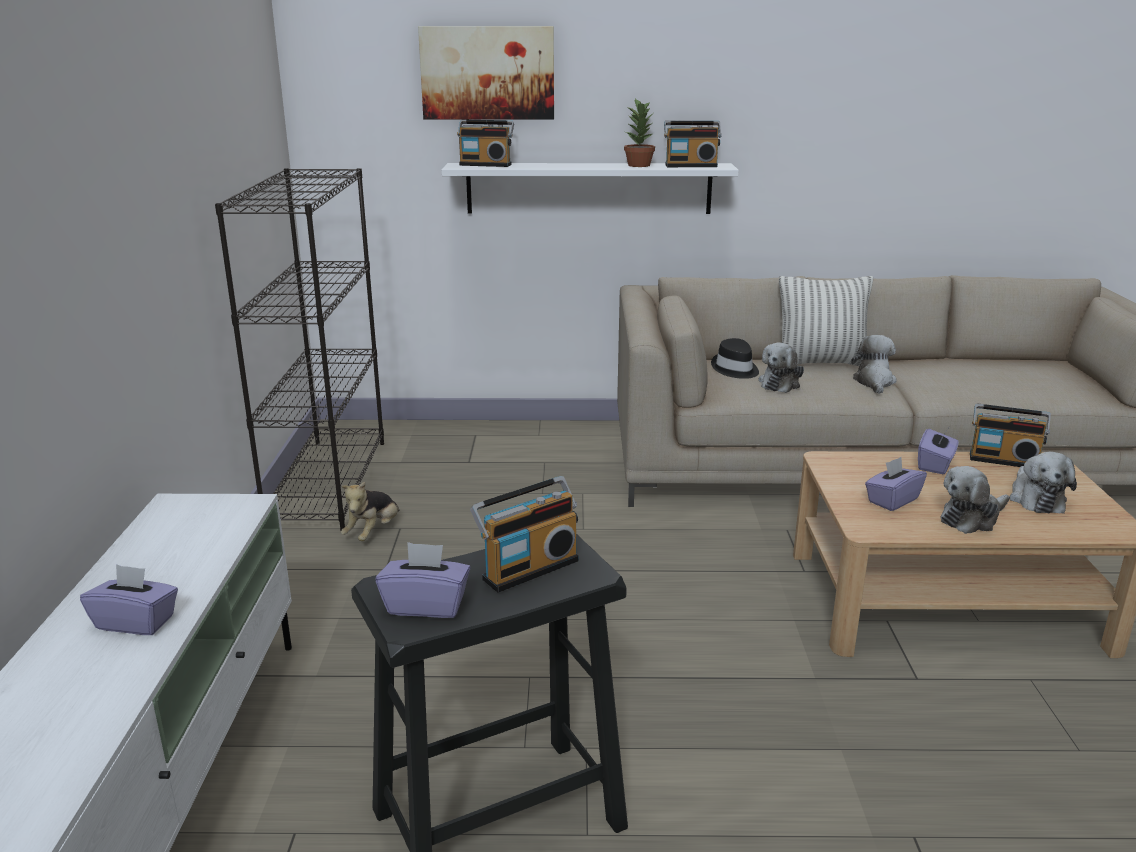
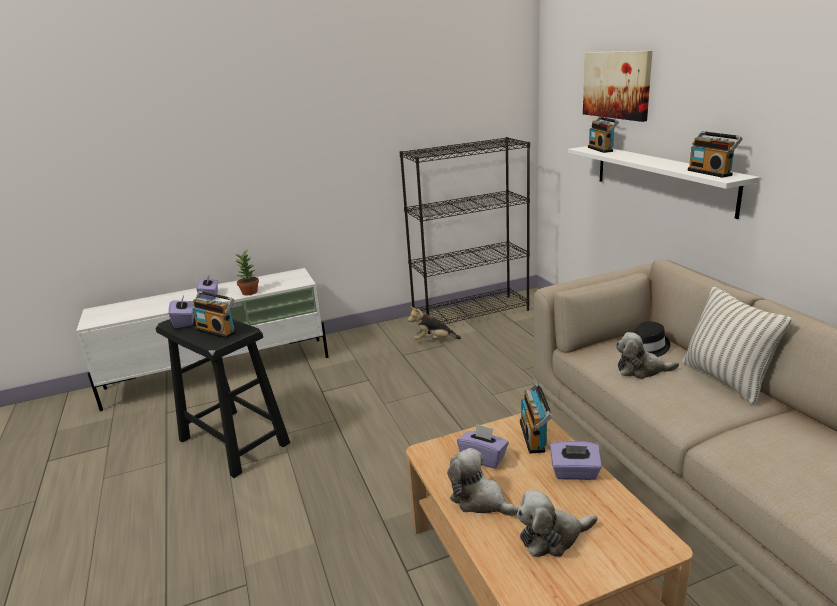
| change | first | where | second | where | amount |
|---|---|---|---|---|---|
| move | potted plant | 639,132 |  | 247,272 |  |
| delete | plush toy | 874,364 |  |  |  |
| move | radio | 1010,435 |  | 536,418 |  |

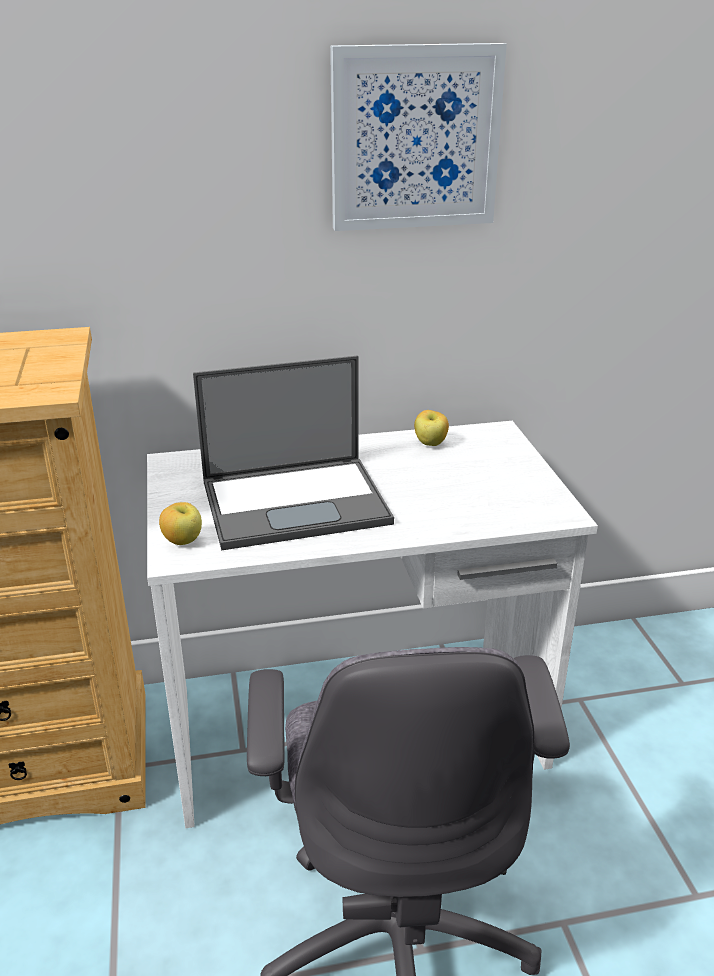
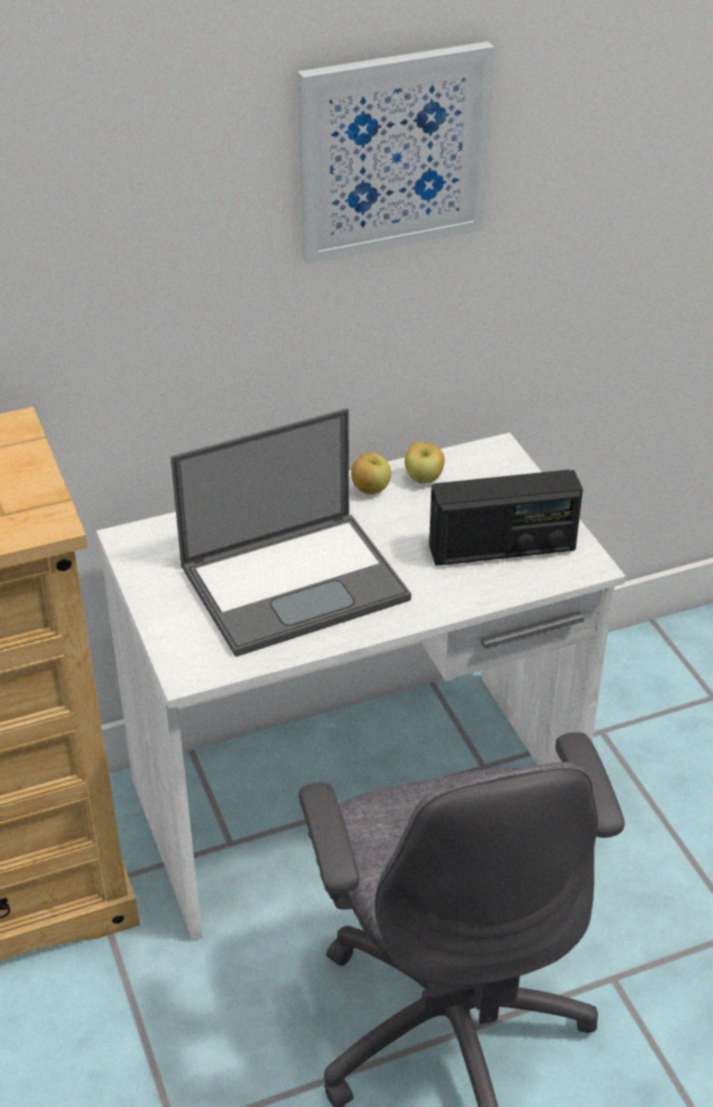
| change | first | where | second | where | amount |
|---|---|---|---|---|---|
| move | apple | 180,523 |  | 371,473 |  |
| insert |  |  | radio | 506,518 |  |

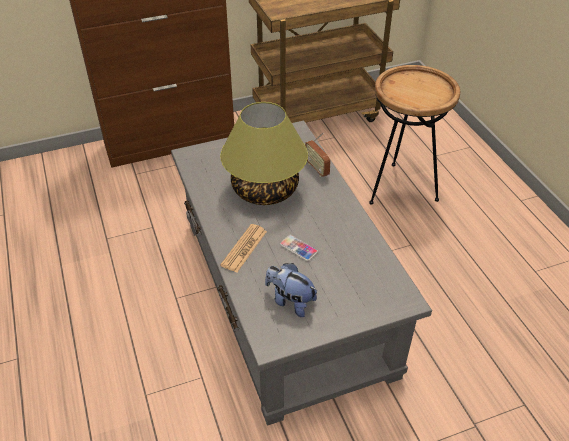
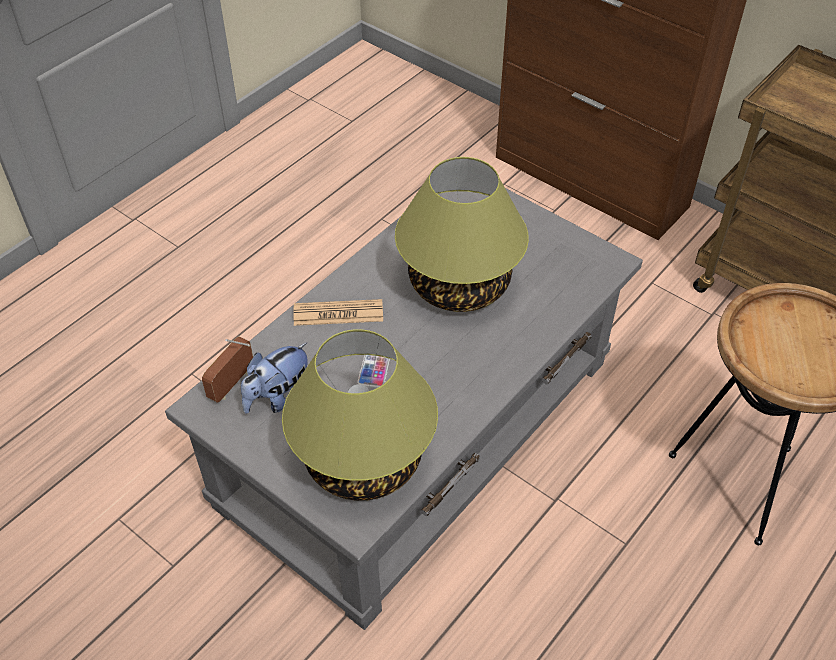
| change | first | where | second | where | amount |
|---|---|---|---|---|---|
| rotate | plush toy | 291,290 |  | 274,378 | 135 degrees counterclockwise |
| move | radio | 318,155 |  | 227,369 |  |
| insert |  |  | table lamp | 360,415 |  |

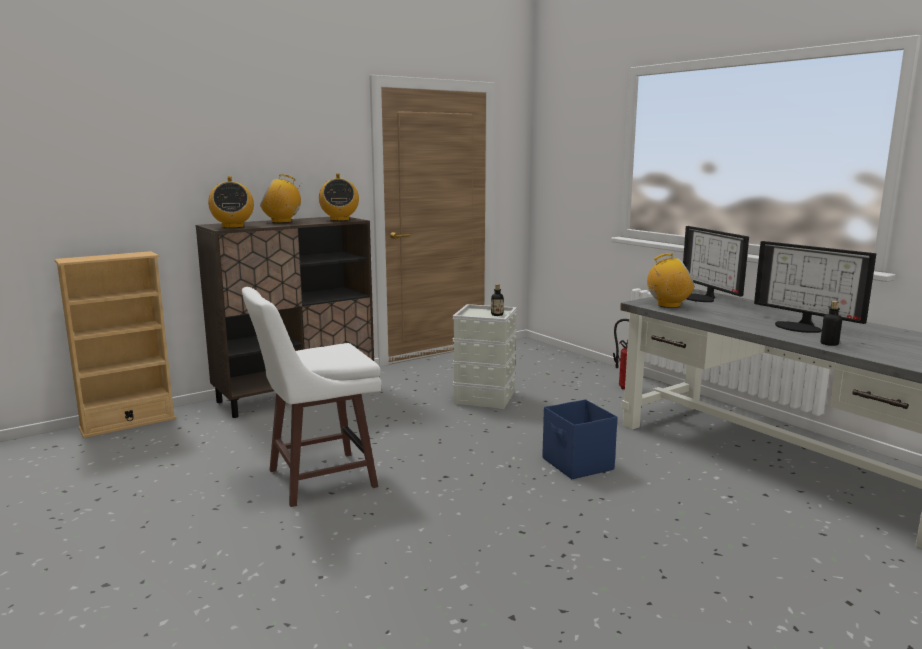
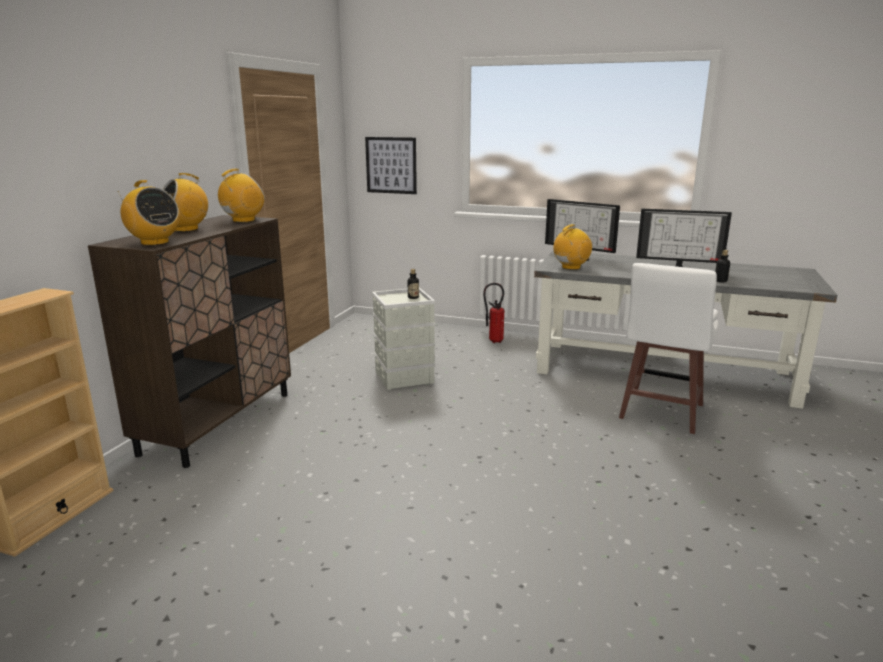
| change | first | where | second | where | amount |
|---|---|---|---|---|---|
| move | white stool | 312,397 |  | 669,348 |  |
| rotate | radio | 339,197 |  | 241,195 | 90 degrees counterclockwise |
| delete | blue storage box | 579,439 |  |  |  |
| insert |  |  | picture | 391,165 |  |

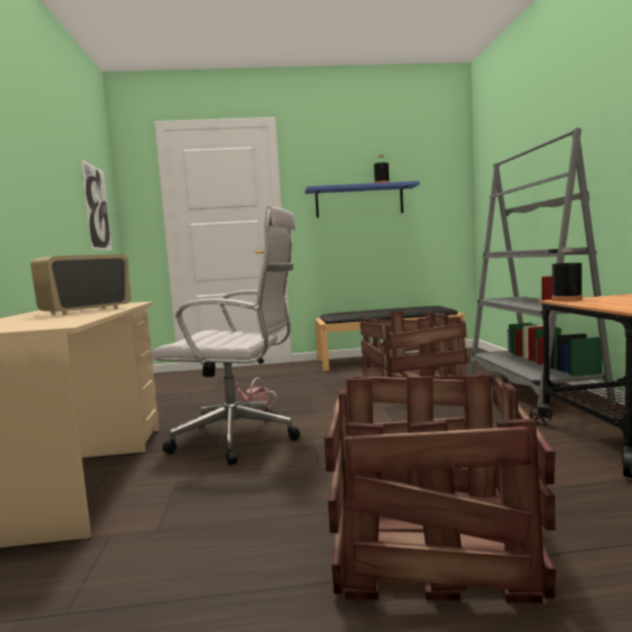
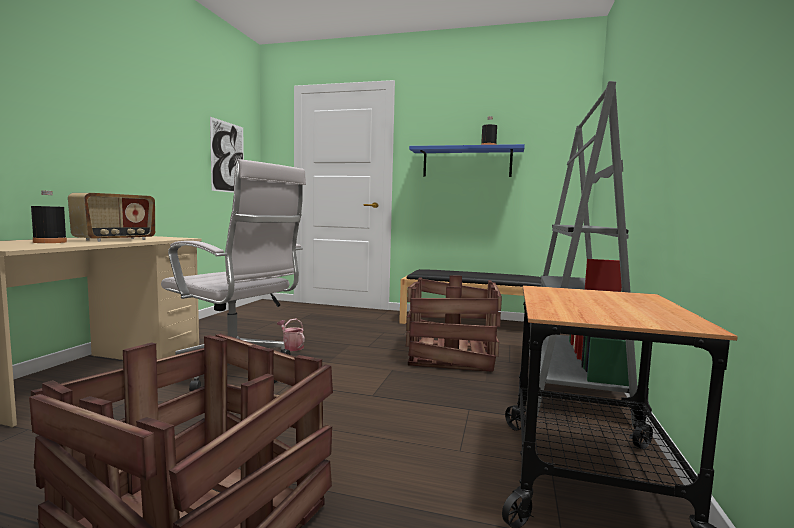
| change | first | where | second | where | amount |
|---|---|---|---|---|---|
| rotate | radio | 81,284 |  | 111,217 | 150 degrees clockwise |
| move | black bottle | 567,274 |  | 49,216 |  |

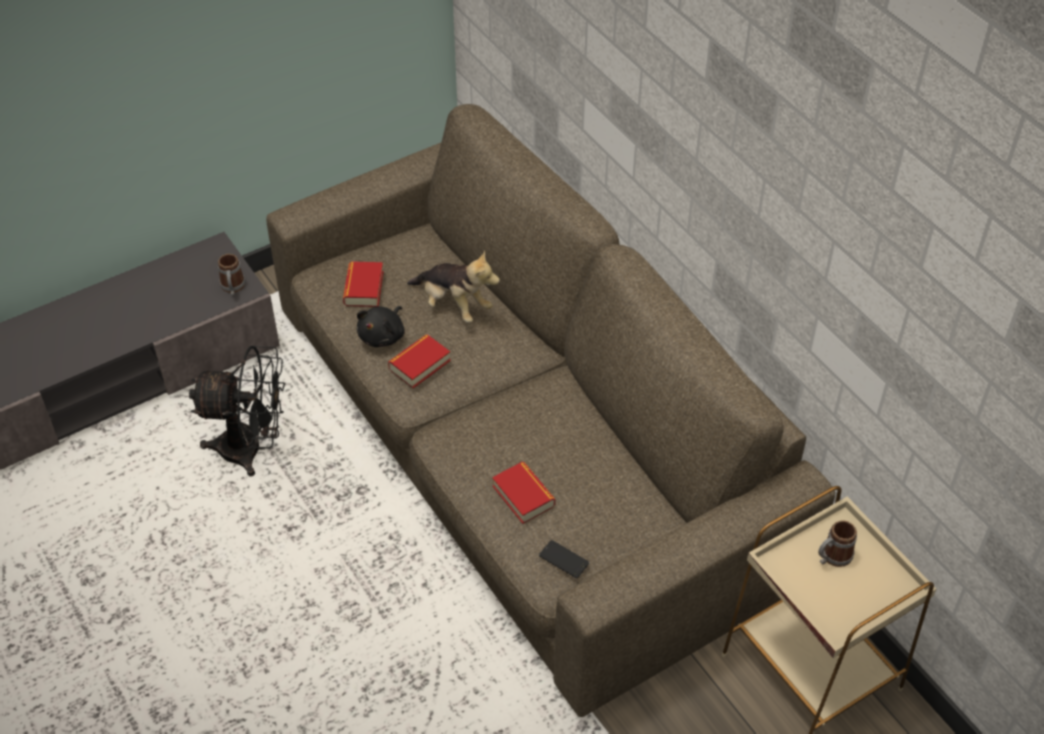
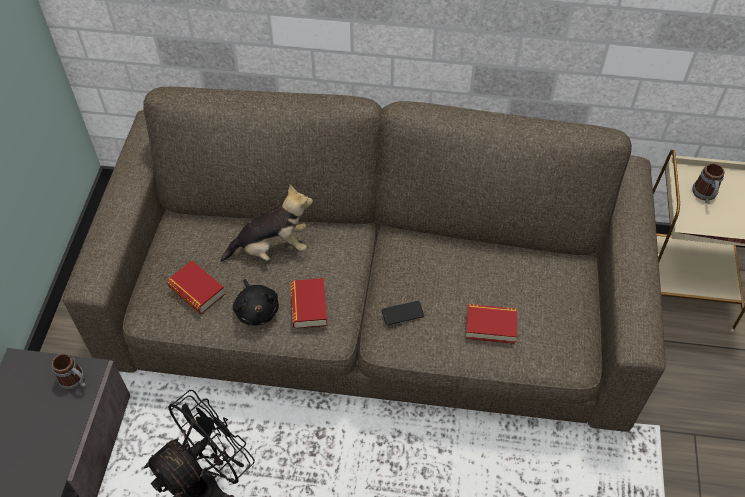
| change | first | where | second | where | amount |
|---|---|---|---|---|---|
| move | phone | 564,559 |  | 402,313 |  |

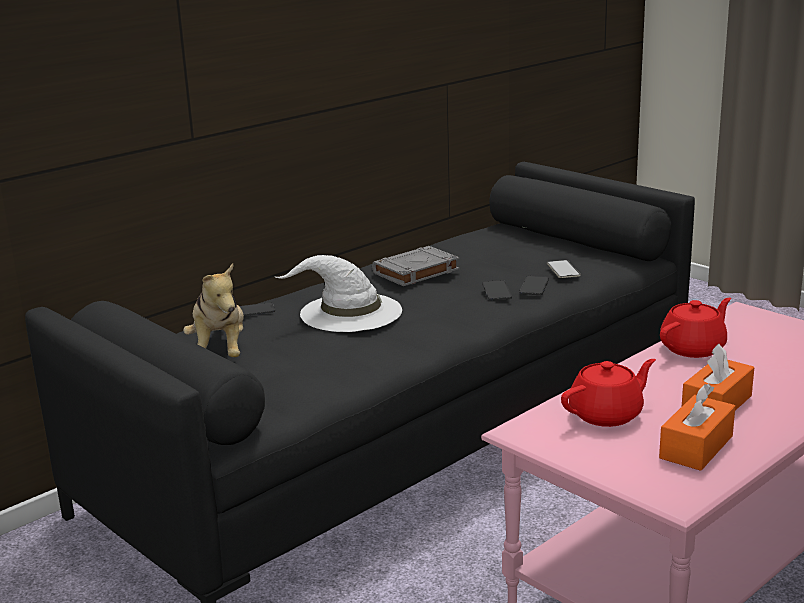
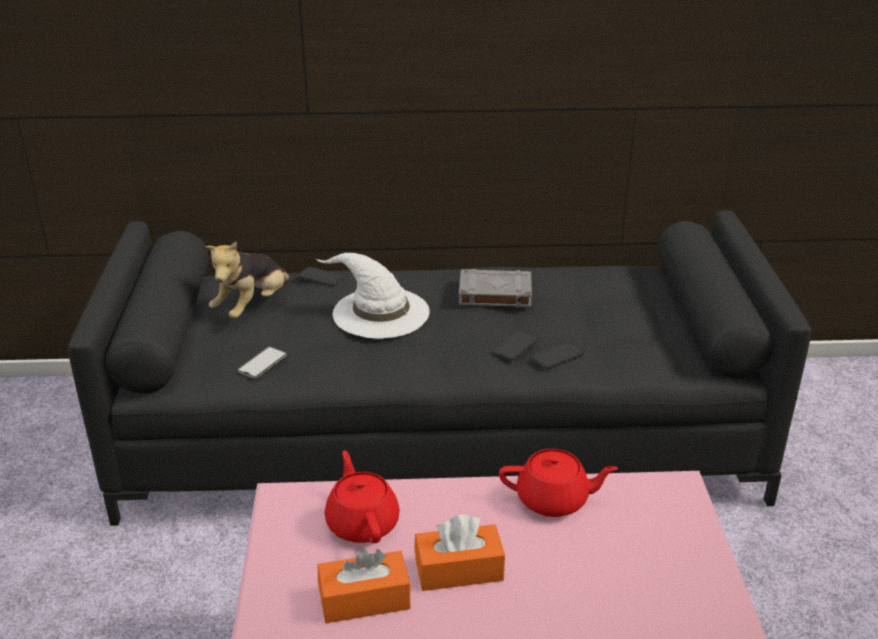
| change | first | where | second | where | amount |
|---|---|---|---|---|---|
| move | phone | 564,269 |  | 262,362 |  |
| rotate | red teapot | 608,393 |  | 362,496 | 120 degrees counterclockwise |

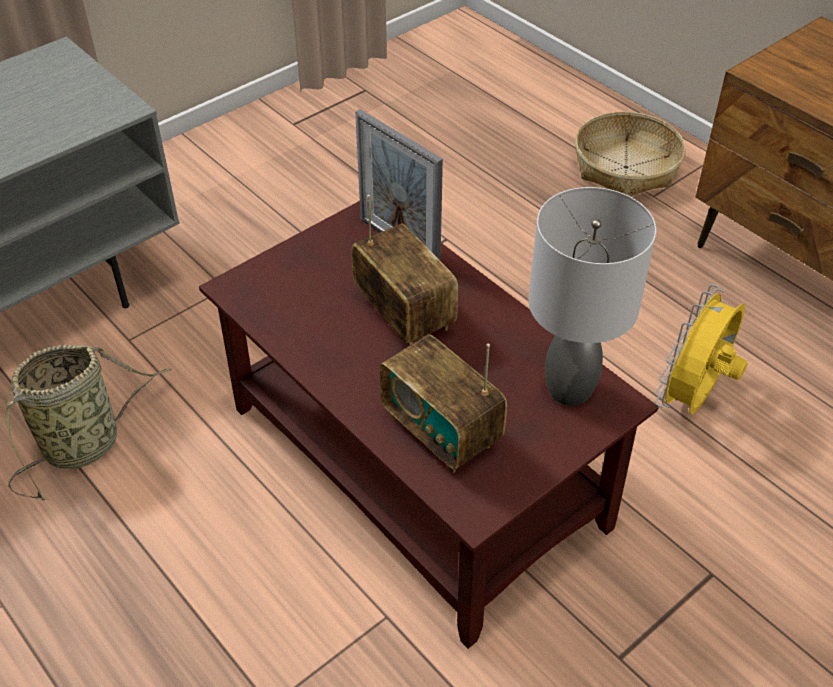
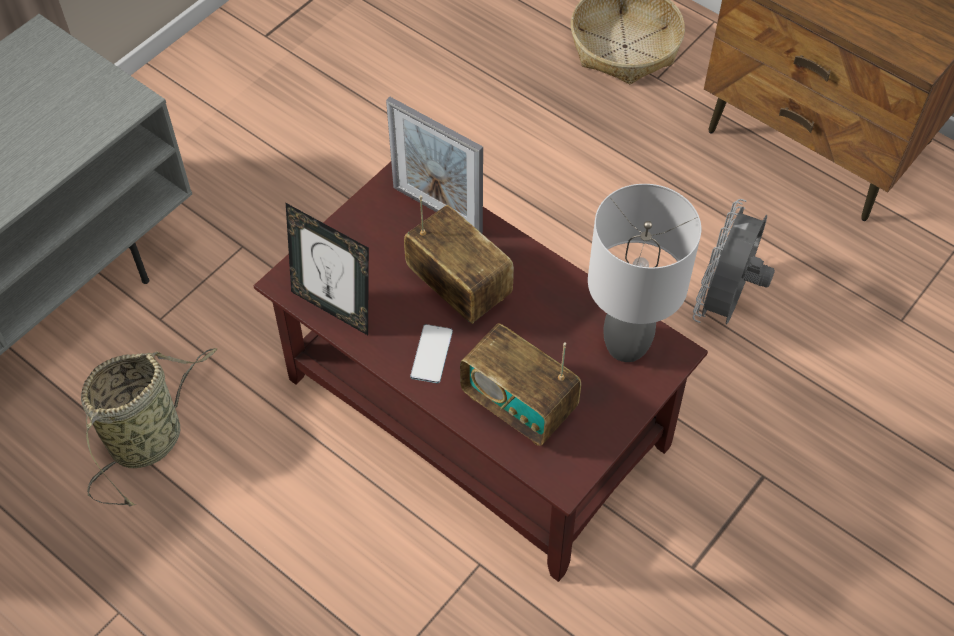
| change | first | where | second | where | amount |
|---|---|---|---|---|---|
| recolor | yellow fan | 701,349 | grey fan | 734,261 |  |
| insert |  |  | picture frame | 327,269 |  |
| insert |  |  | phone | 431,353 |  |

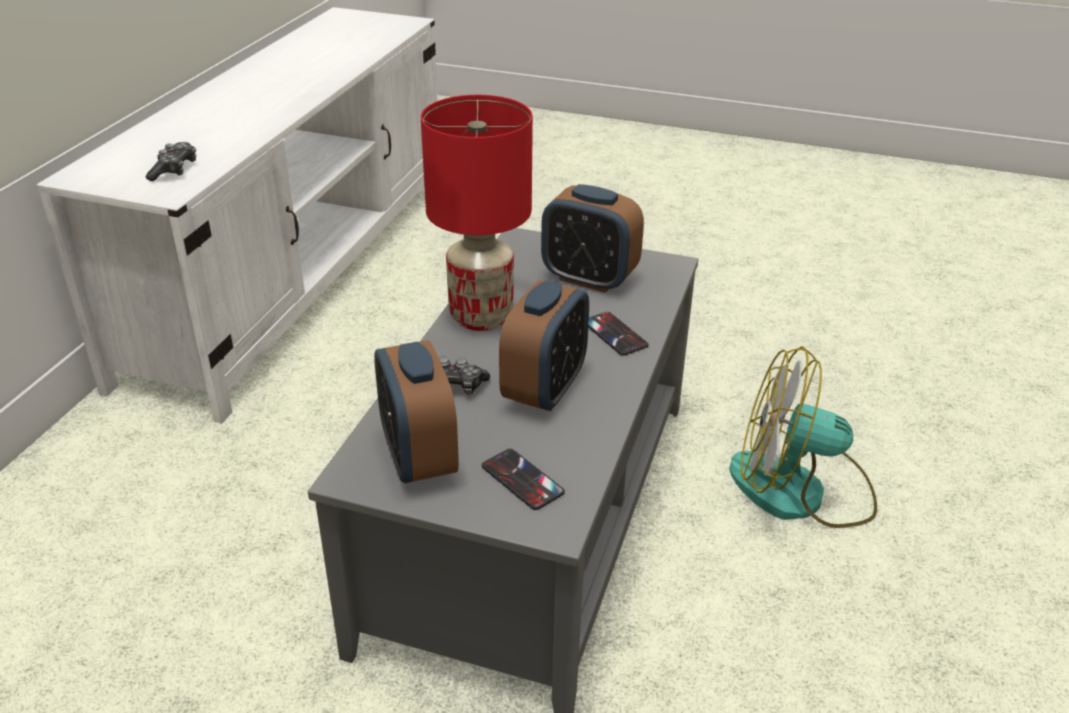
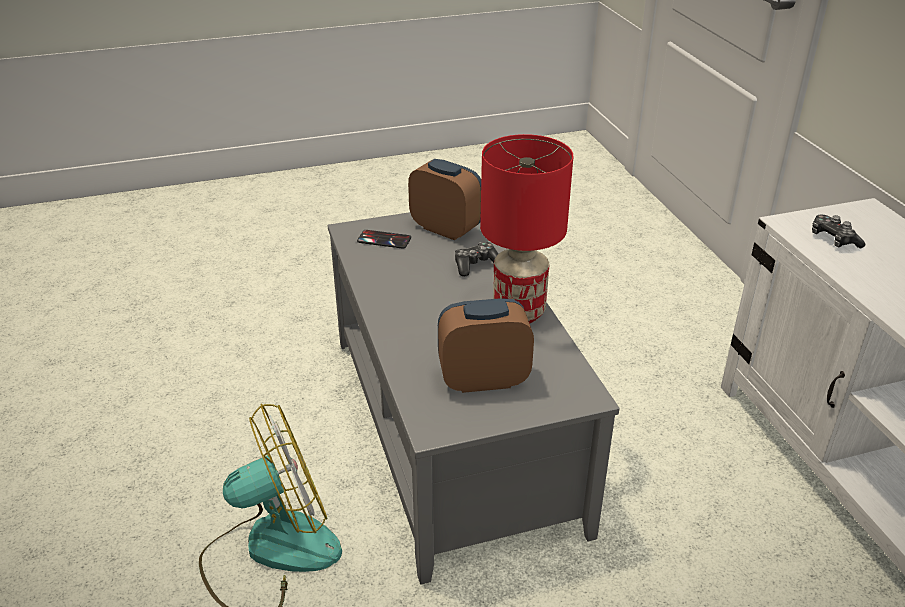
| change | first | where | second | where | amount |
|---|---|---|---|---|---|
| delete | alarm clock | 544,345 |  |  |  |
| delete | phone | 618,334 |  |  |  |

